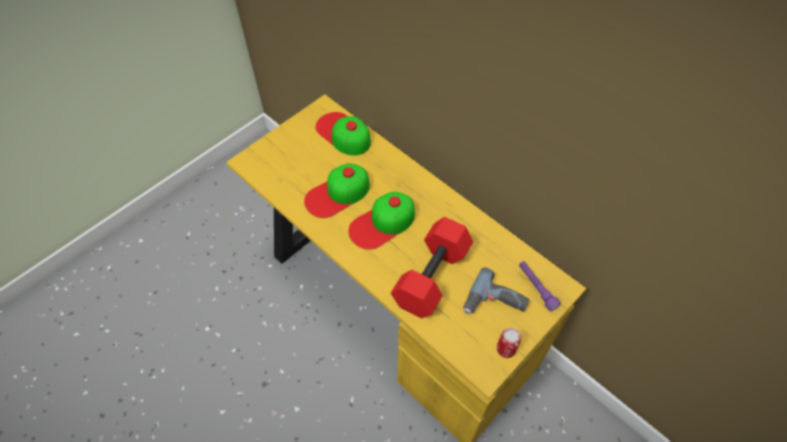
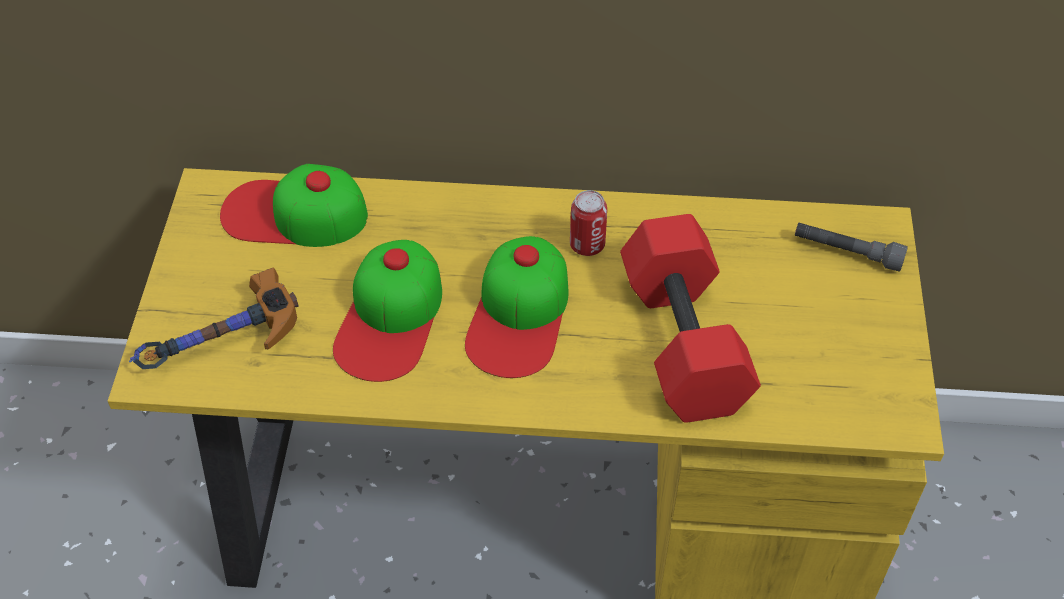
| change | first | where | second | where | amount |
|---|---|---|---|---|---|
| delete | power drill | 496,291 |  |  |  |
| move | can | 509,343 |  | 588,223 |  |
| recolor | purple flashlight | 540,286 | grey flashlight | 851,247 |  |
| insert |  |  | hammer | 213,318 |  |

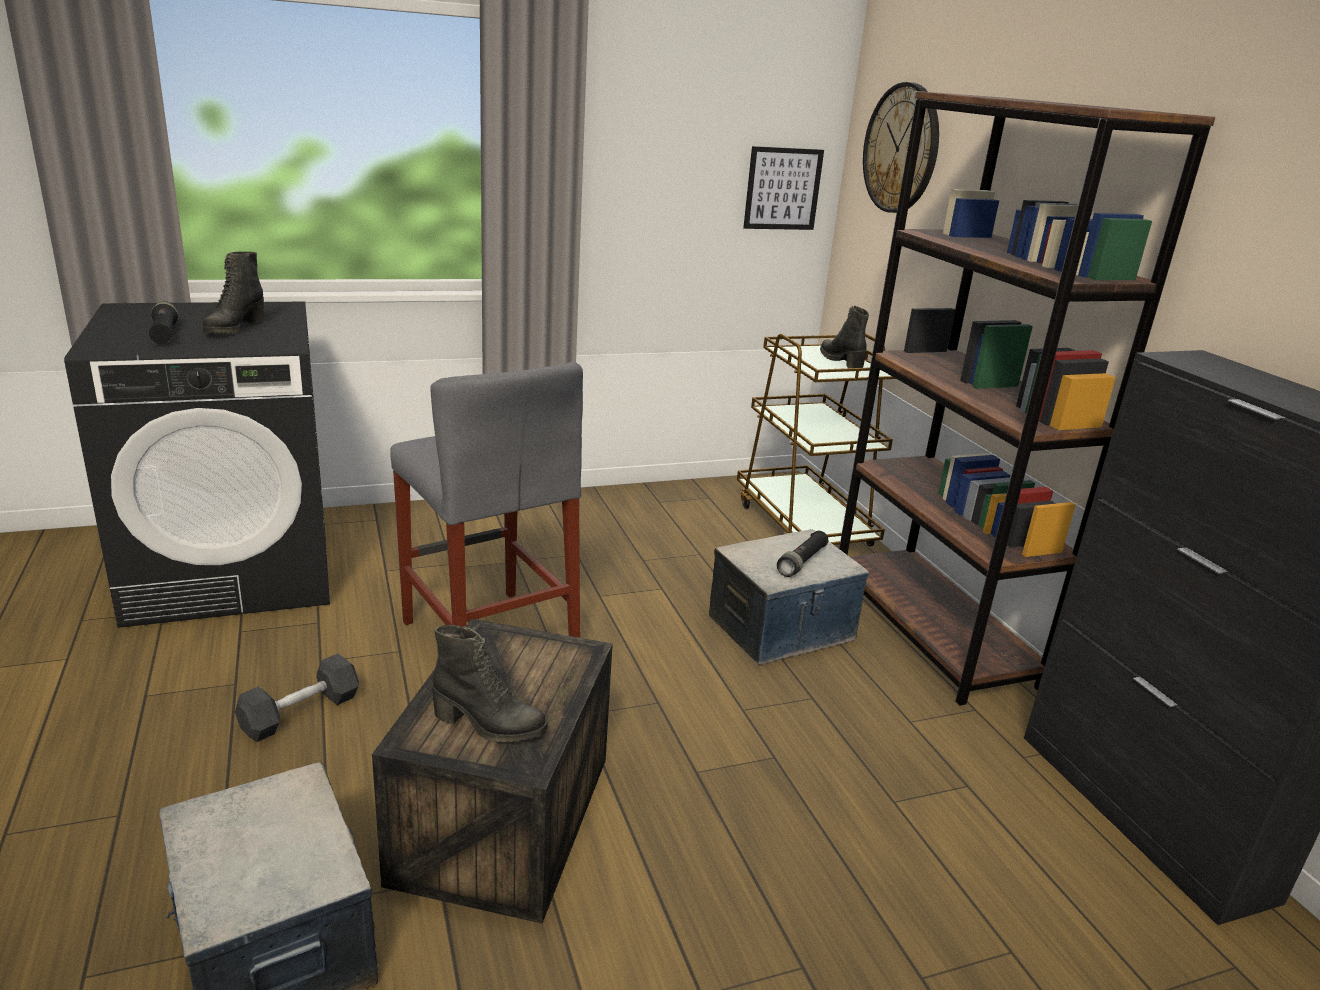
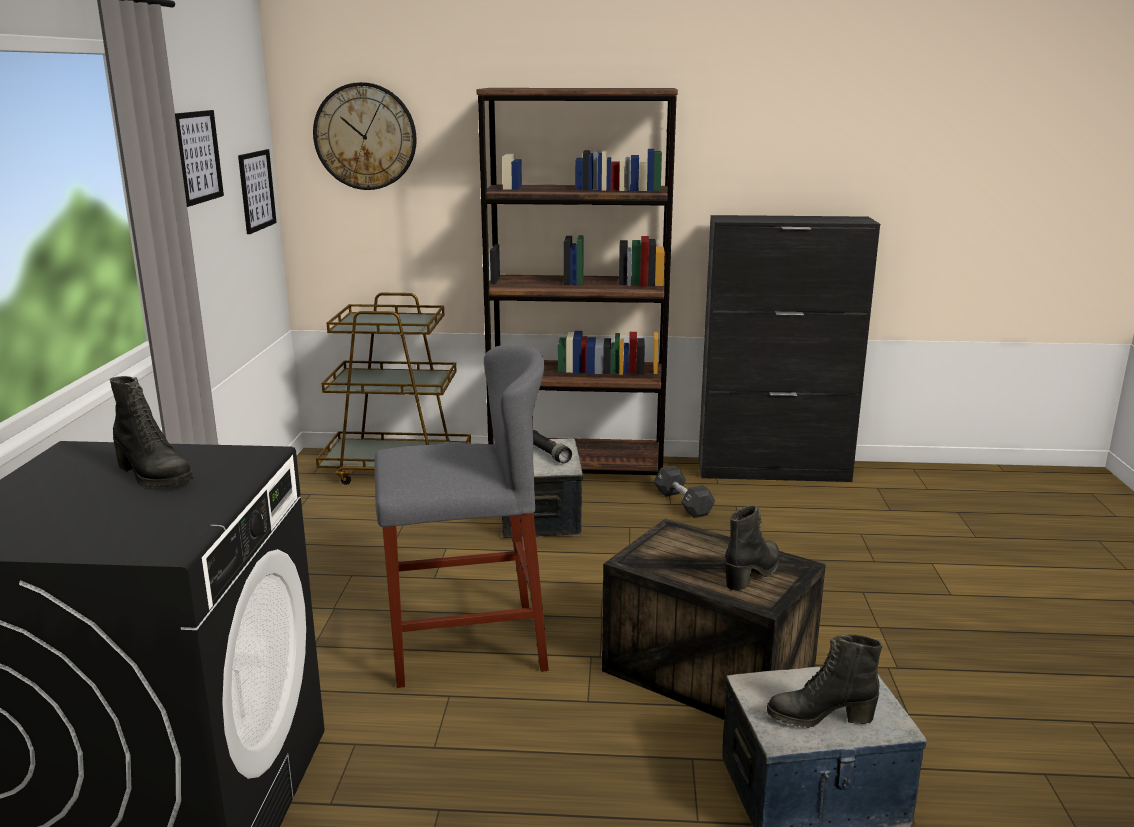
| change | first | where | second | where | amount |
|---|---|---|---|---|---|
| delete | black flashlight | 163,322 |  |  |  |
| move | black dumbbell | 297,697 |  | 684,491 |  |
| move | black boot | 844,337 |  | 825,681 |  |
| insert |  |  | picture | 199,158 |  |

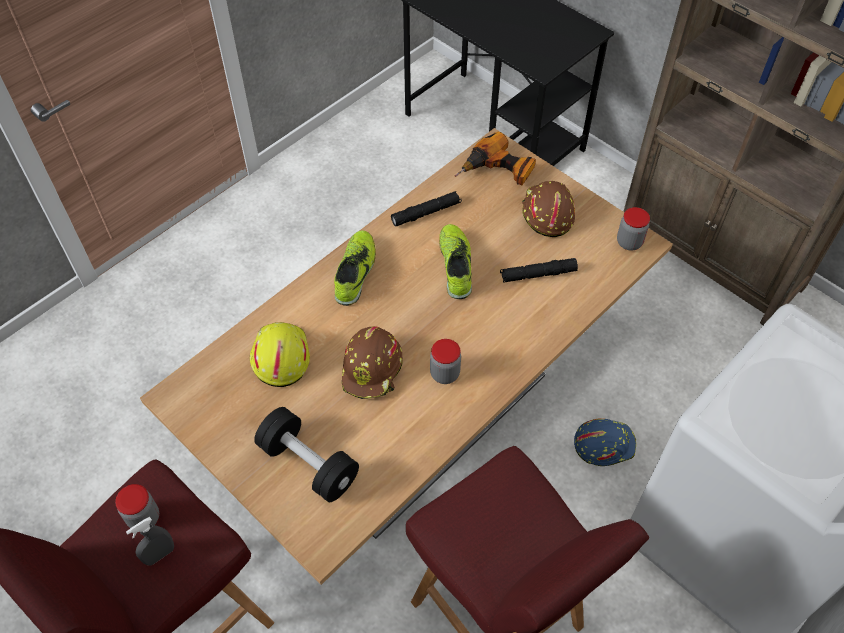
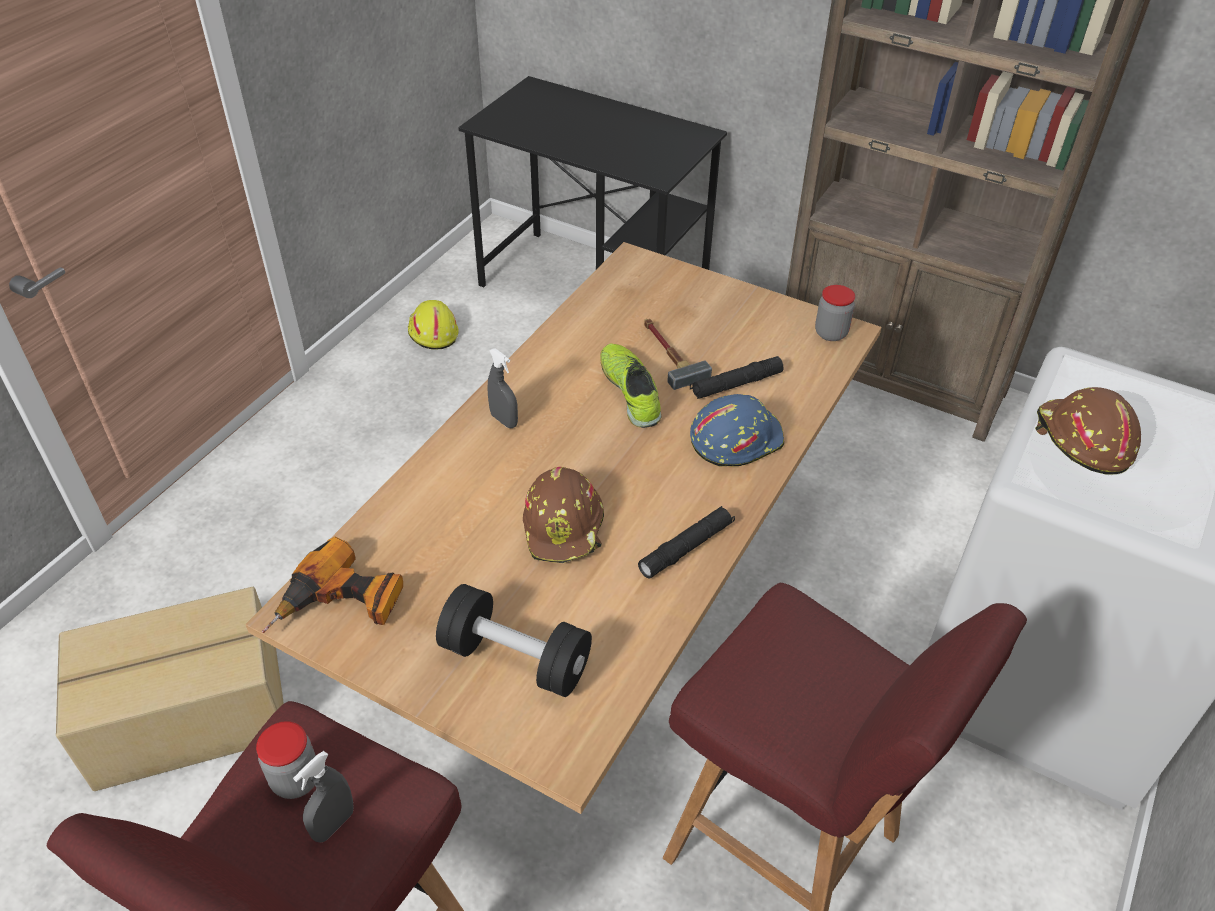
| change | first | where | second | where | amount |
|---|---|---|---|---|---|
| move | yellow hard hat | 280,354 |  | 433,325 |  |
| replace | shoe | 355,268 | grey spray bottle | 502,388 |  |
| move | black flashlight | 426,209 |  | 686,542 |  |
| delete | jar | 445,361 |  |  |  |
| move | power drill | 495,158 |  | 332,585 |  |
| move | brown hard hat | 548,209 |  | 1088,431 |  |
| move | blue hard hat | 605,442 |  | 737,430 |  |
| insert |  |  | cardboard box | 170,689 |  |
| insert |  |  | hammer | 678,354 |  |

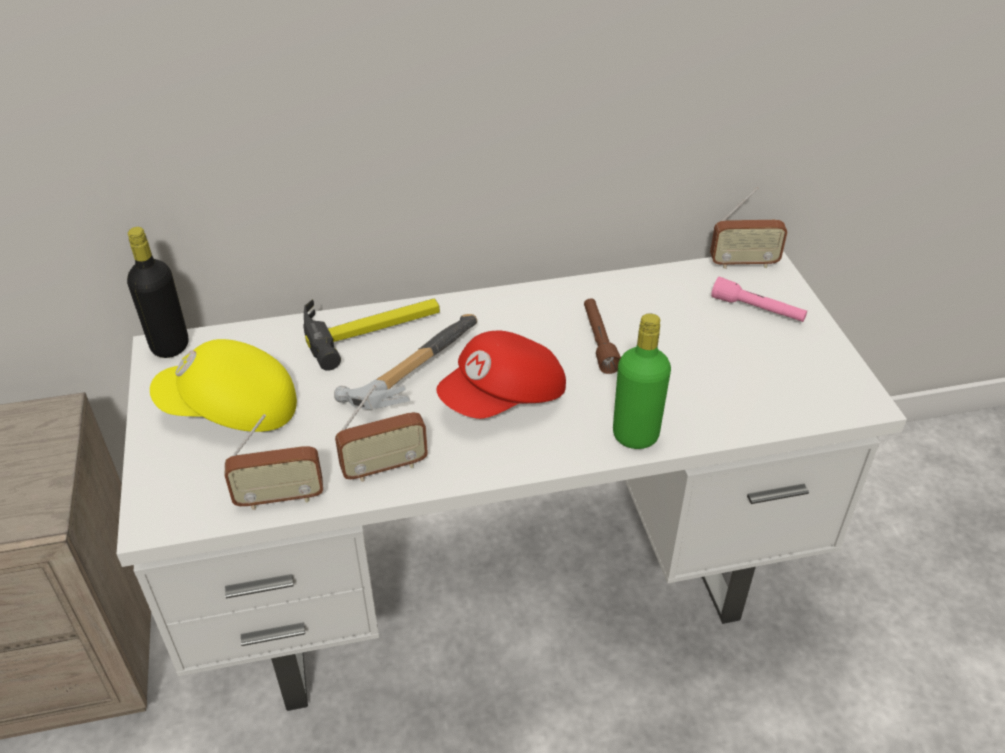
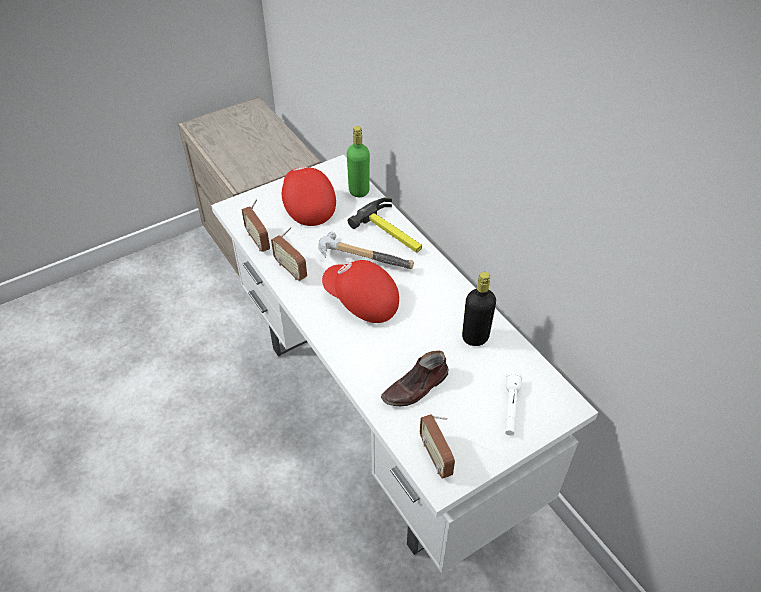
| change | first | where | second | where | amount |
|---|---|---|---|---|---|
| move | black bottle | 157,292 |  | 479,309 |  |
| recolor | yellow cap | 223,385 | red cap | 309,196 |  |
| delete | brown flashlight | 602,336 |  |  |  |
| move | green bottle | 642,381 |  | 358,161 |  |
| move | radio | 749,228 |  | 437,446 |  |
| recolor | pink flashlight | 759,299 | white flashlight | 513,403 |  |
| insert |  |  | brown shoe | 415,378 |  |

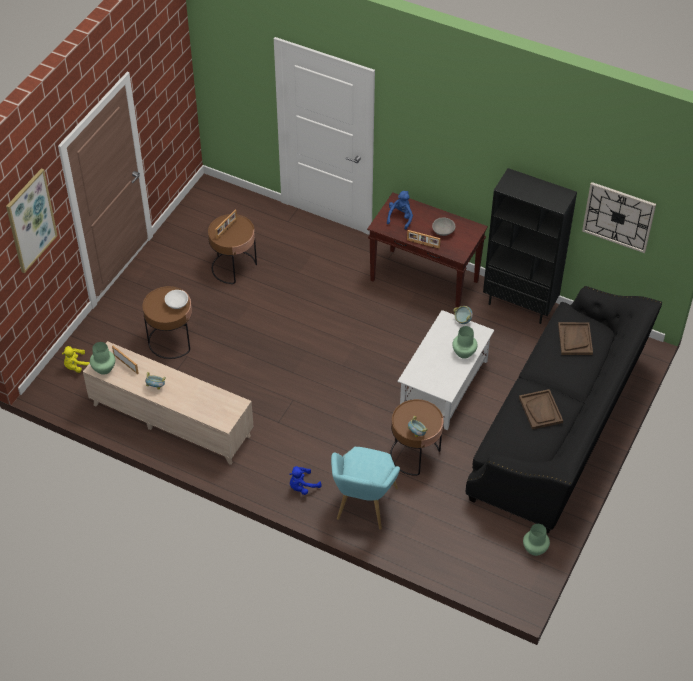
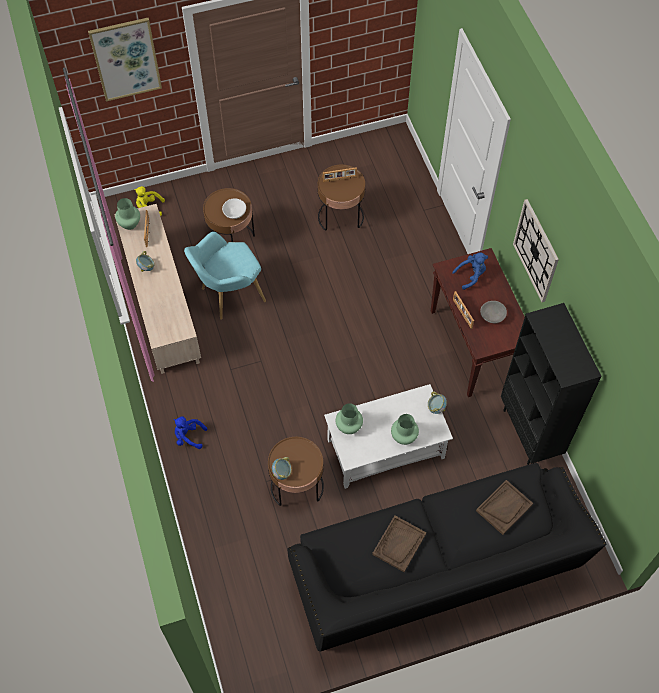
| change | first | where | second | where | amount |
|---|---|---|---|---|---|
| move | turquoise armchair | 365,488 |  | 225,276 |  |
| move | green vase | 536,540 |  | 349,418 |  |
| move | wall clock | 619,217 |  | 536,250 |  |

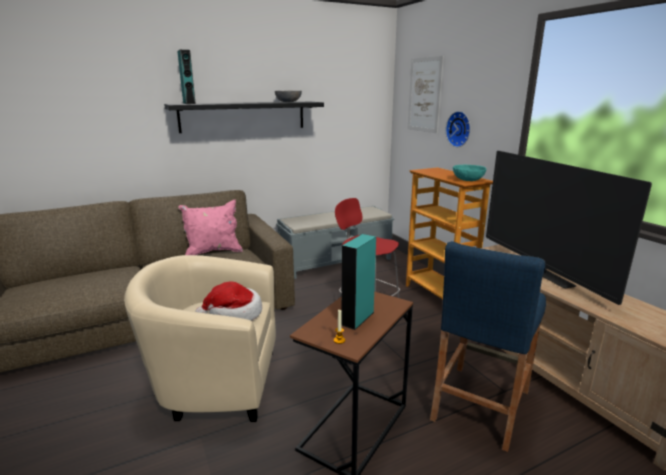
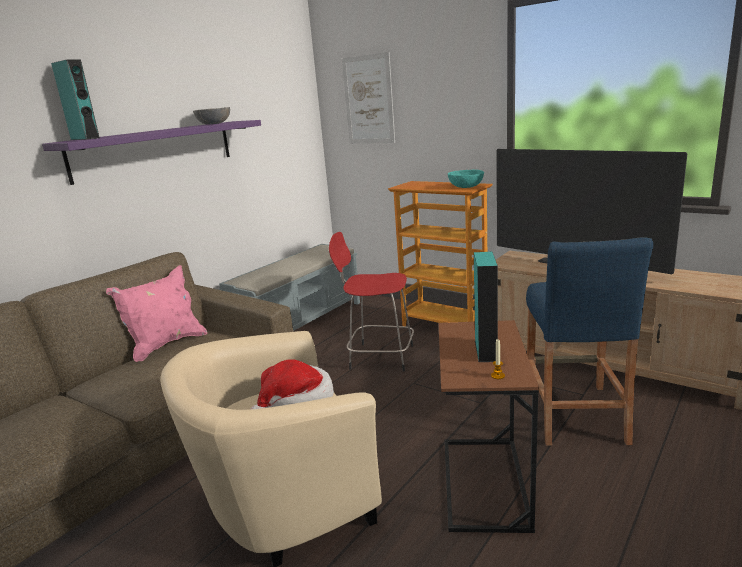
| change | first | where | second | where | amount |
|---|---|---|---|---|---|
| recolor | black shelf | 244,117 | purple shelf | 151,152 |  |
| delete | wall clock | 458,129 |  |  |  |

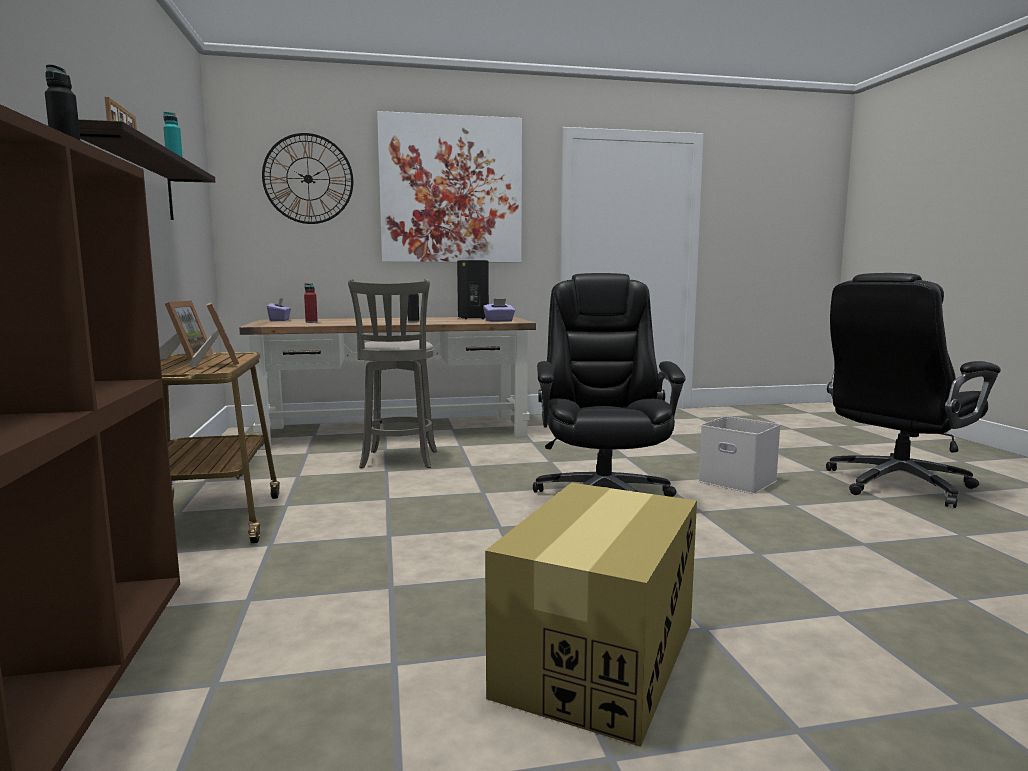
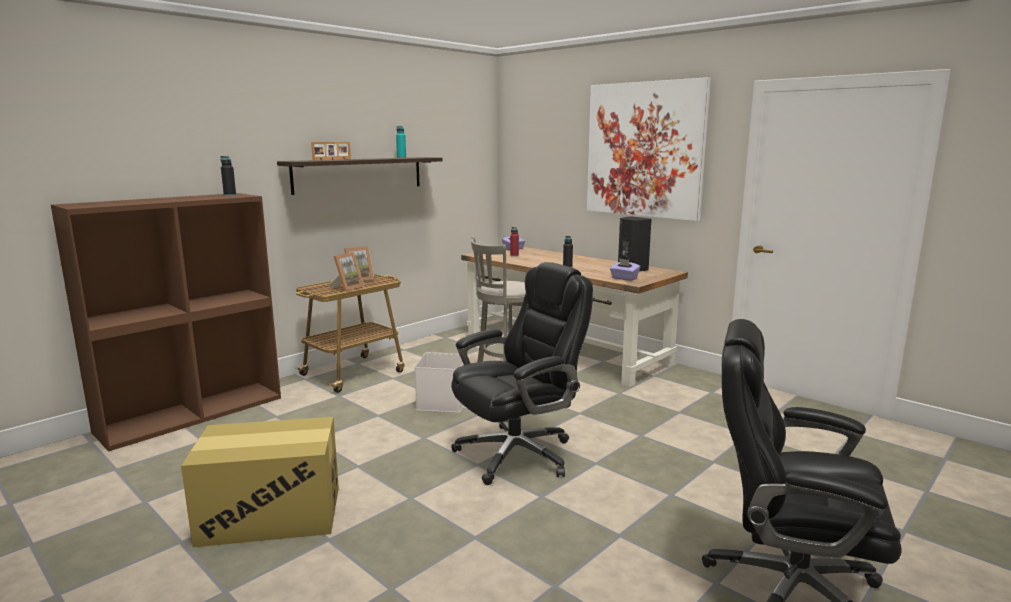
| change | first | where | second | where | amount |
|---|---|---|---|---|---|
| delete | wall clock | 307,178 |  |  |  |
| move | white storage box | 739,455 |  | 439,382 |  |

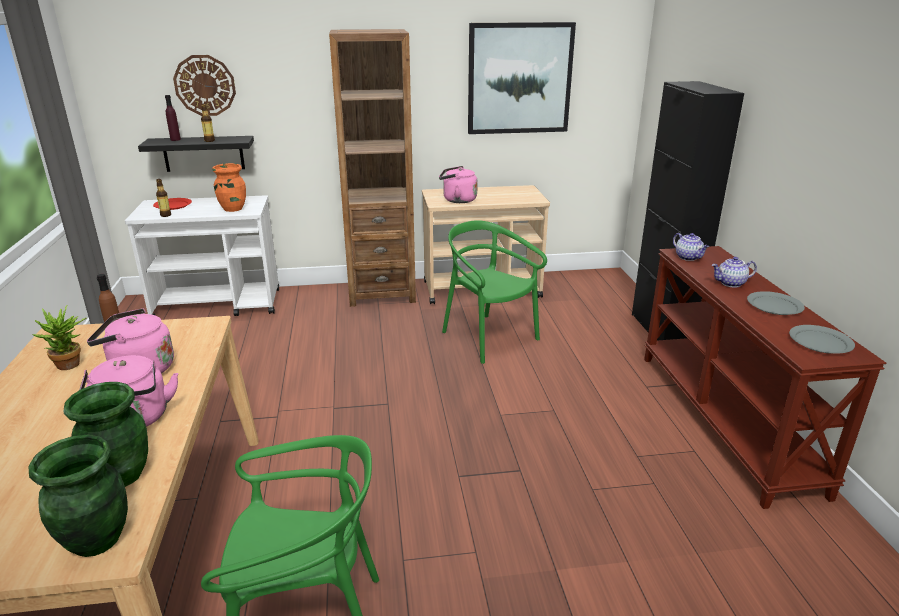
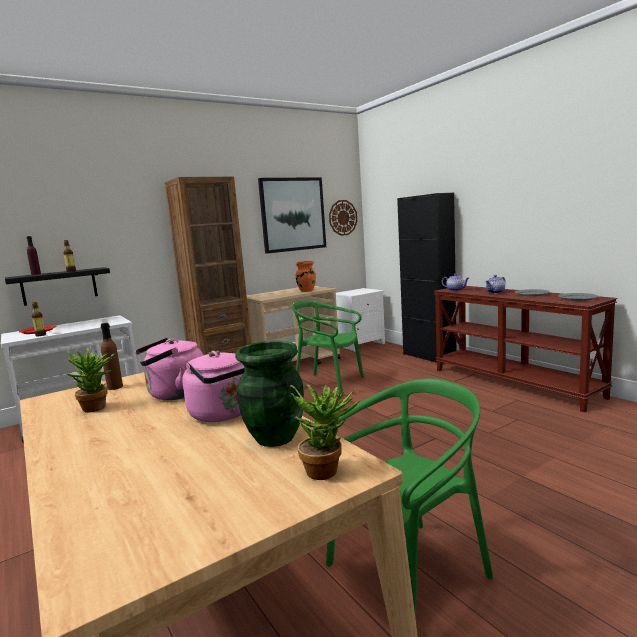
| change | first | where | second | where | amount |
|---|---|---|---|---|---|
| replace | green vase | 78,496 | potted plant | 325,432 |  |
| move | wall clock | 204,85 |  | 343,218 |  |
| move | orange vase | 229,187 |  | 305,276 |  |
| delete | pink kettle | 458,184 |  |  |  |
| insert |  |  | white nightstand | 360,320 |  |

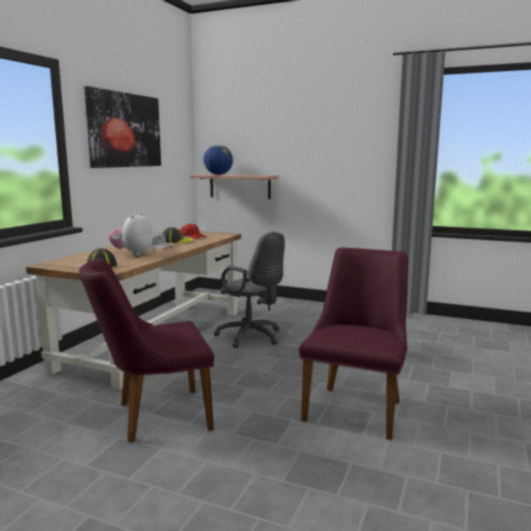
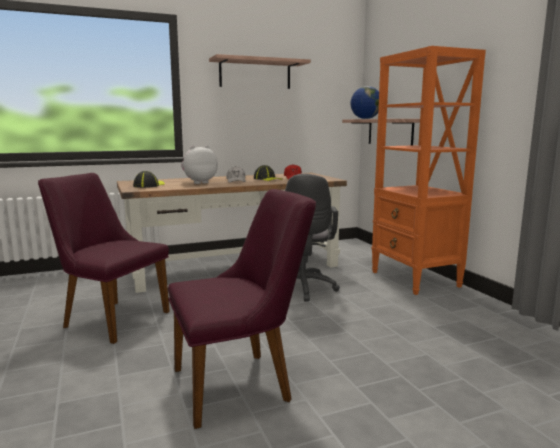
| change | first | where | second | where | amount |
|---|---|---|---|---|---|
| replace | picture | 122,127 | shelf | 260,71 |  |
| insert |  |  | orange bookcase | 429,170 |  |

